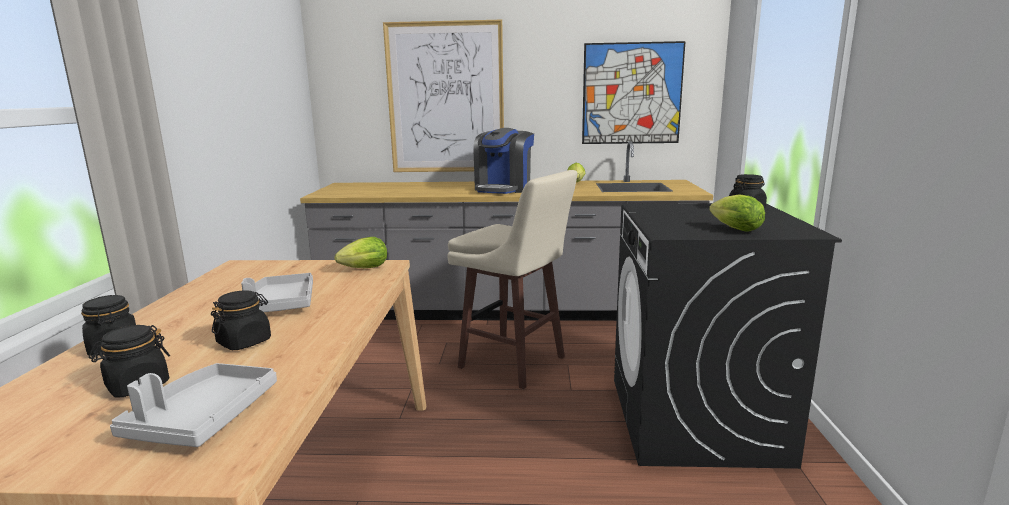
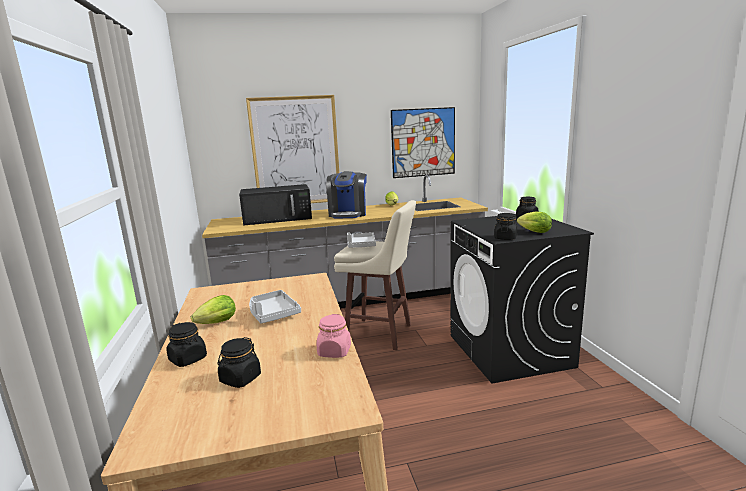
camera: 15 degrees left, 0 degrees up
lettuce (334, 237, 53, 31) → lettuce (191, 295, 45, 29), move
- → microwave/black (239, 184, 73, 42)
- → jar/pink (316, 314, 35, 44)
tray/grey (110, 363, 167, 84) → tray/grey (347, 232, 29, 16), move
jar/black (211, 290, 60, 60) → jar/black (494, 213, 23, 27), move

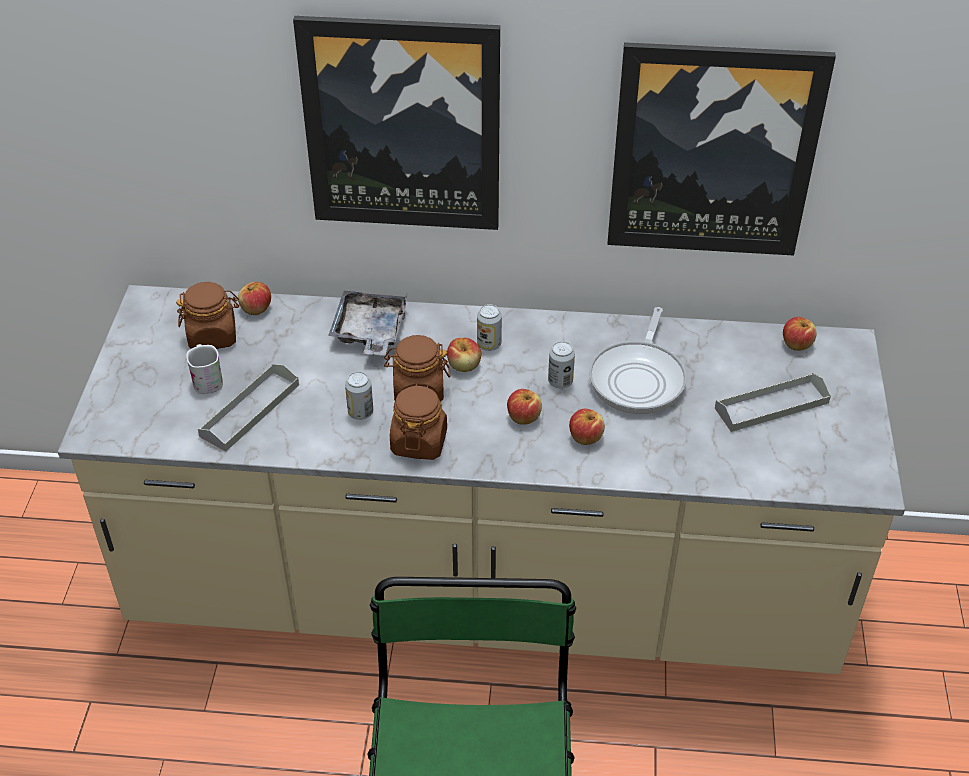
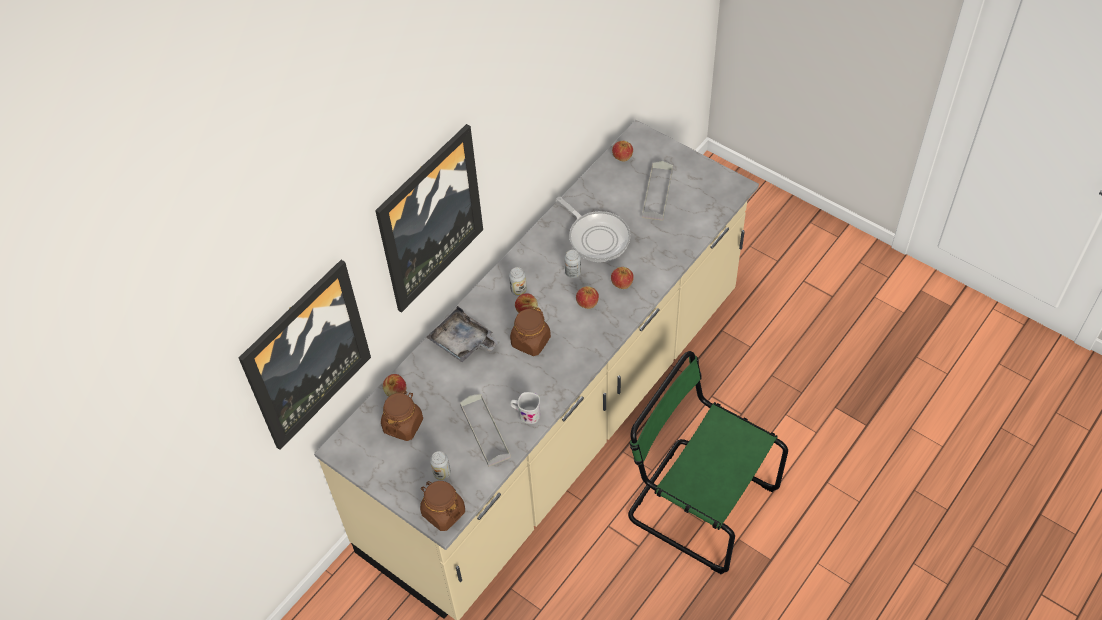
camera: 55 degrees left, 10 degrees up
picture (607, 42, 229, 214) → picture (239, 260, 132, 190), move
jar/brown (390, 384, 57, 76) → jar/brown (420, 481, 45, 50), move
can (345, 372, 28, 48) → can (430, 451, 21, 29), move
mug/white (186, 344, 37, 50) → mug/white (510, 392, 30, 32), move

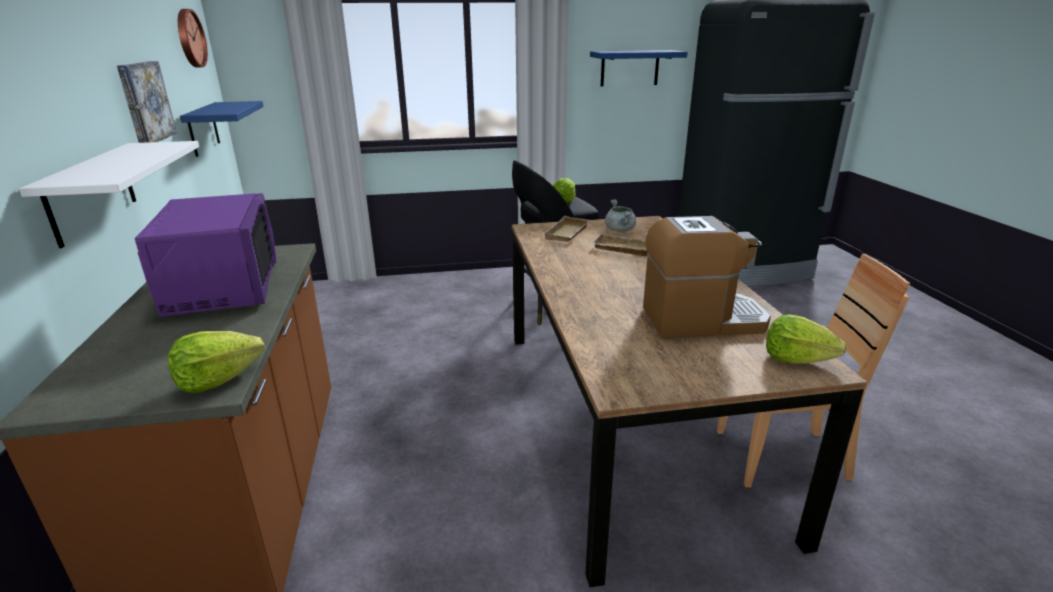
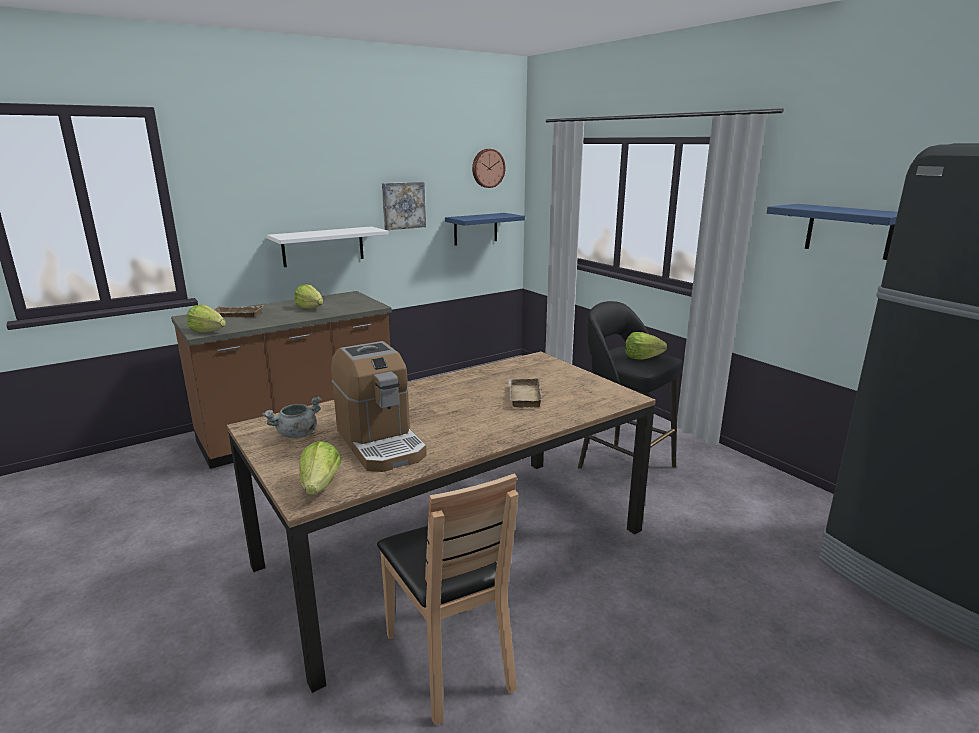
camera: 65 degrees right, 5 degrees down
tray/beige (544, 216, 46, 26) → tray/beige (213, 305, 51, 13), move
cooking pot/grey (605, 199, 31, 33) → cooking pot/grey (262, 396, 60, 43), move
microwave/purple (135, 193, 142, 124) → lettuce (294, 284, 29, 25)

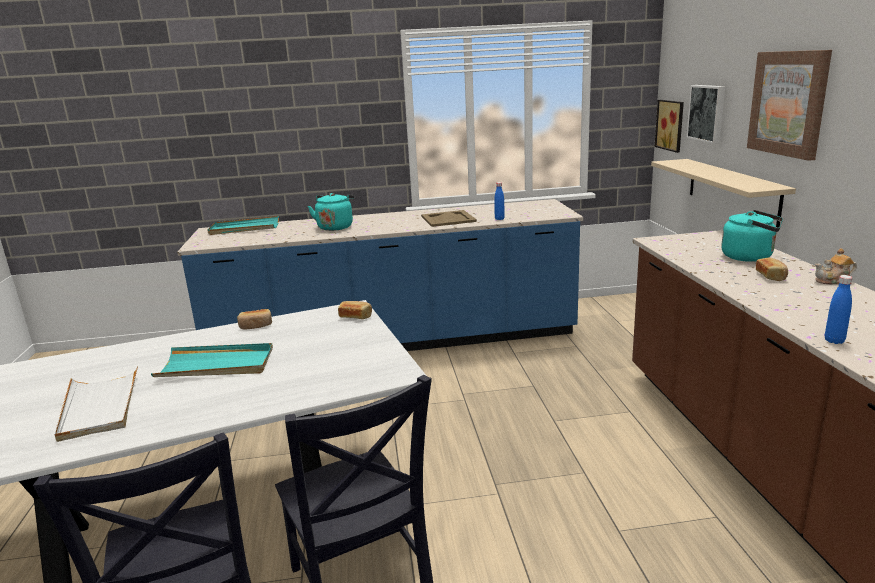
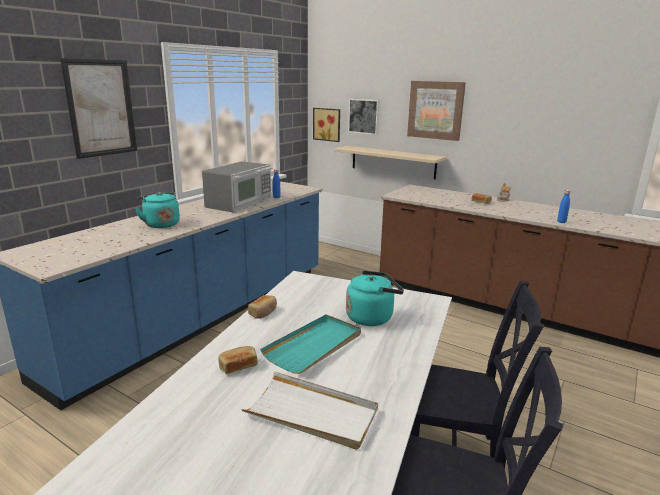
camera: 50 degrees left, 0 degrees up
- → picture (60, 58, 77, 101)
tray/beige (421, 210, 56, 17) → microwave (202, 161, 70, 52)
bread (338, 301, 34, 18) → bread (218, 346, 40, 28), move
kettle/turquoise (721, 210, 62, 52) → kettle/turquoise (346, 270, 58, 56), move
tray/turquoise (207, 216, 72, 19) → -

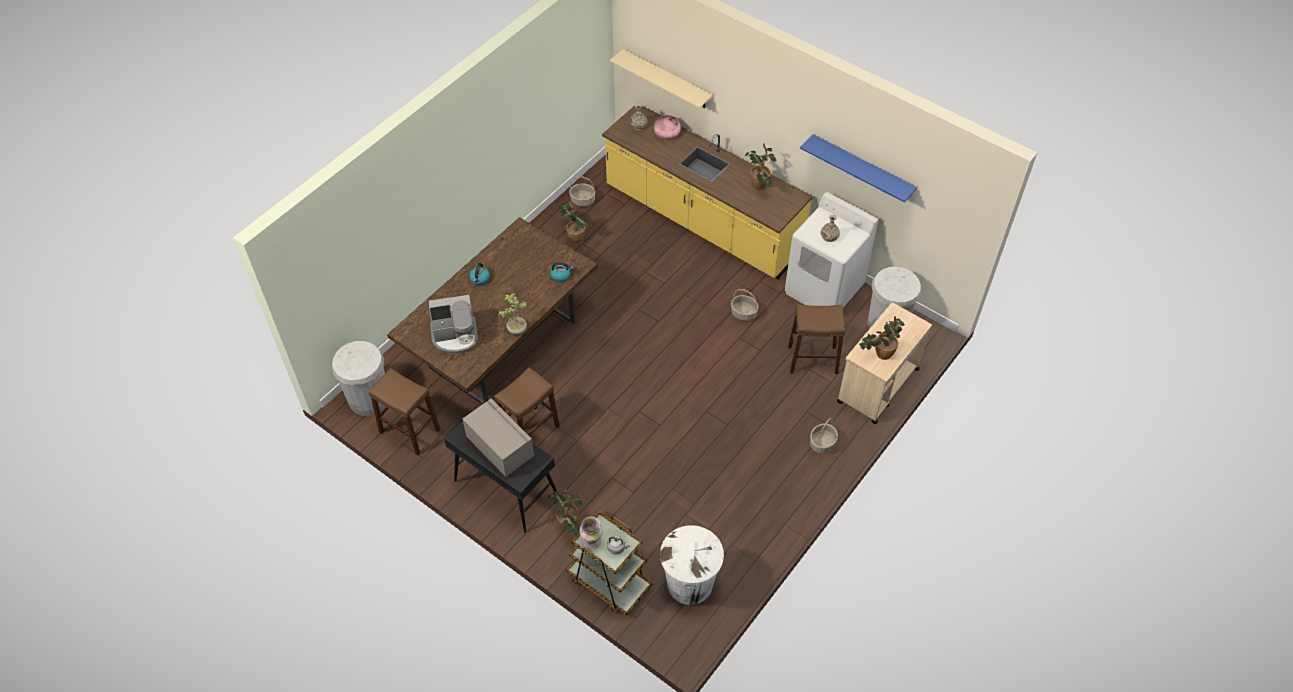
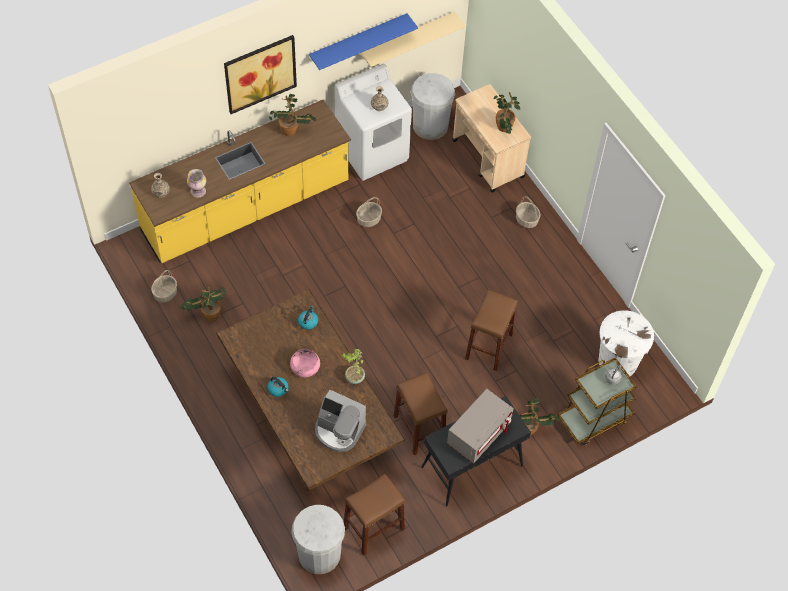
camera: 70 degrees left, 5 degrees up
vase (580, 516, 23, 33) → vase (187, 169, 19, 28), move
- → picture (224, 35, 73, 79)
bowl/pink (654, 115, 27, 24) → bowl/pink (290, 349, 30, 28), move
coffee machine (429, 295, 49, 59) → coffee machine (315, 390, 52, 62), 105 degrees clockwise
shelf/beige (610, 49, 103, 59) → shelf/beige (361, 12, 104, 55), move
microwave/grey (463, 399, 71, 78) → microwave/grey (447, 389, 67, 75), 150 degrees clockwise
stool/brown (788, 304, 57, 70) → stool/brown (465, 290, 53, 81), move

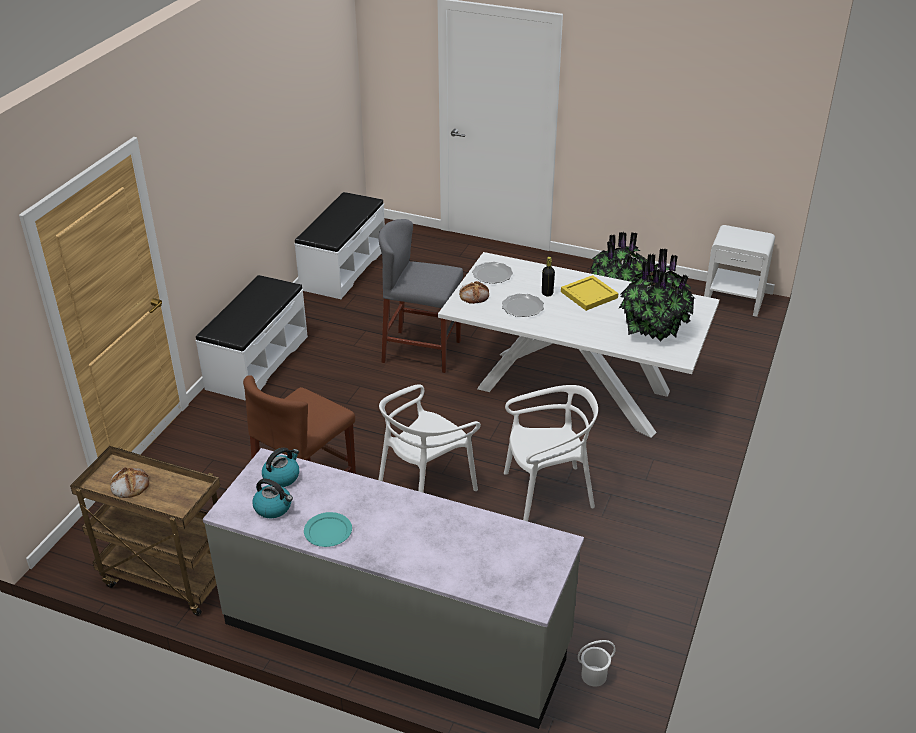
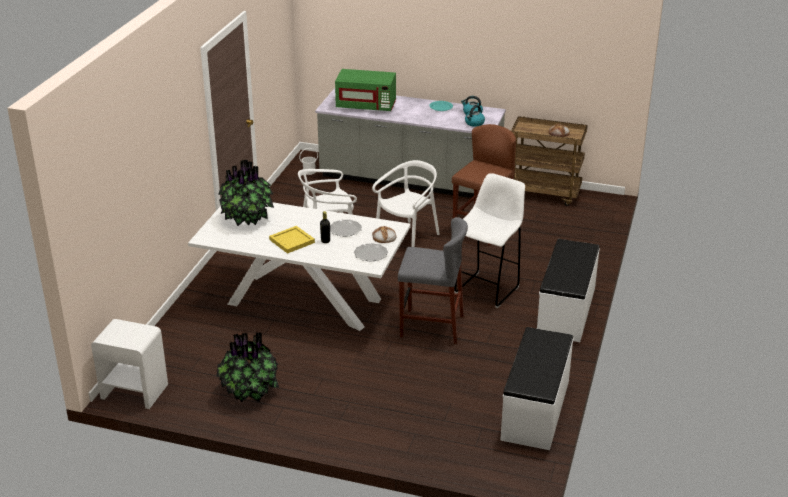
camera: 175 degrees right, 5 degrees down
- → microwave/green (335, 69, 61, 42)
- → stool/white (454, 173, 71, 135)

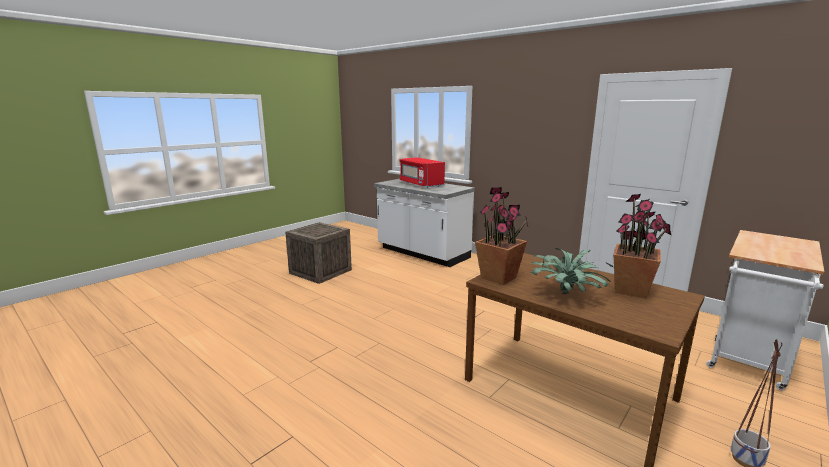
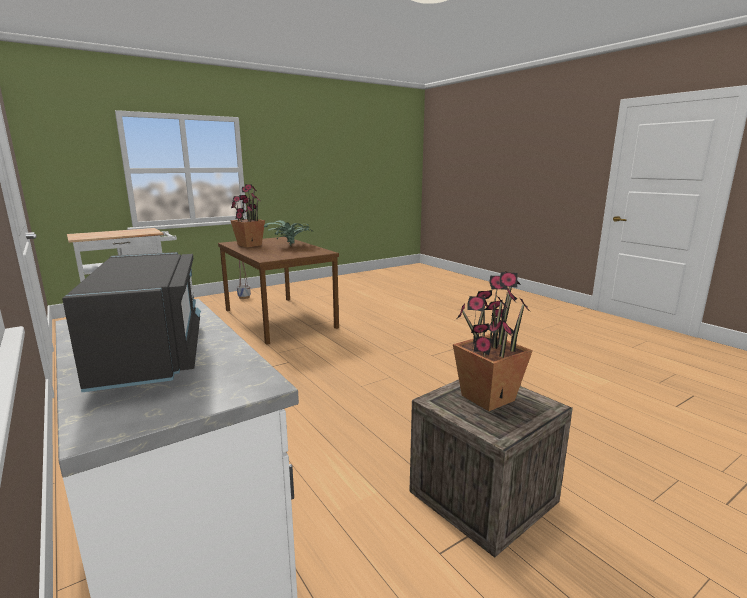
camera: 165 degrees left, 0 degrees up
microwave/red (399, 157, 46, 31) → microwave/black (62, 252, 139, 141)
potted plant (475, 187, 53, 98) → potted plant (453, 271, 80, 140), move

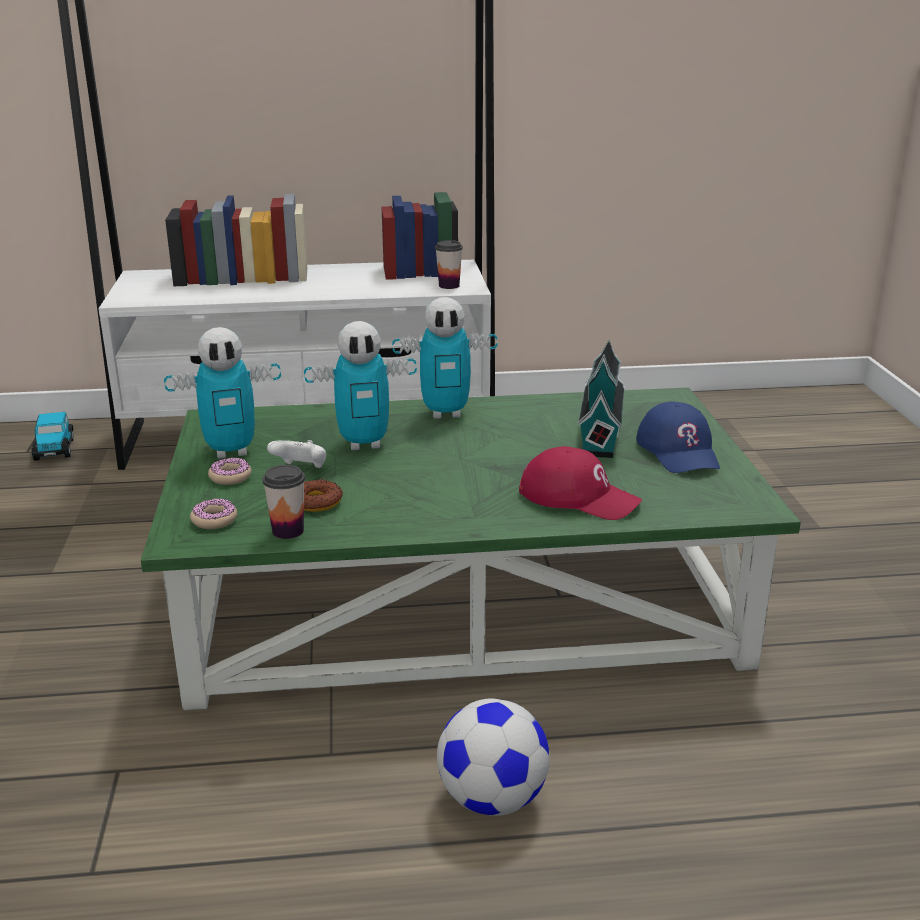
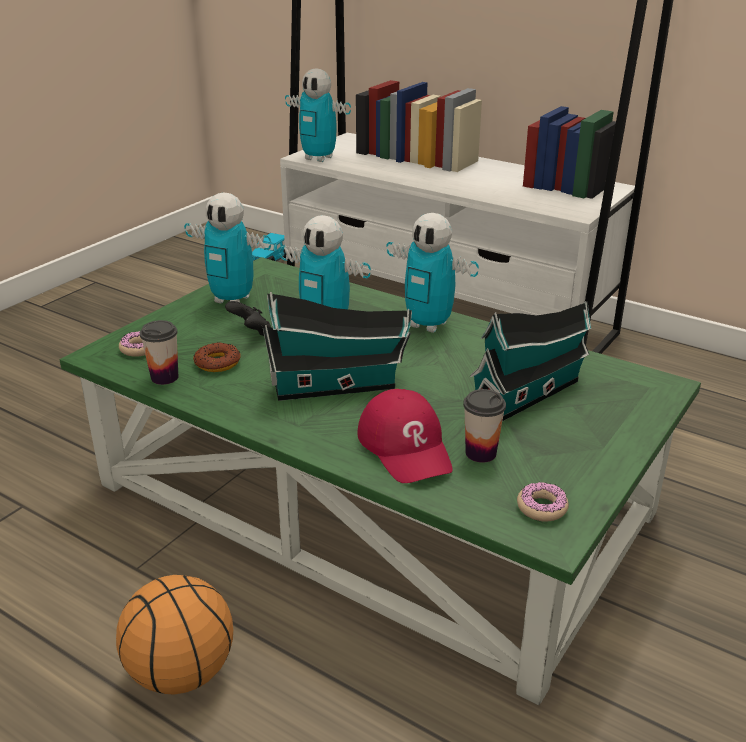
camera: 40 degrees right, 5 degrees up
football (437, 699, 113, 117) → basketball (116, 575, 117, 119)
game controller/white (267, 440, 59, 28) → game controller/black (225, 301, 46, 35)
- → toy house (263, 292, 149, 109)
- → toy robot (285, 68, 66, 94)
cup (435, 240, 28, 49) → cup (463, 389, 43, 74), move
donut (208, 457, 44, 28) → donut (517, 482, 52, 39), move
cap/blue (636, 402, 84, 71) → -

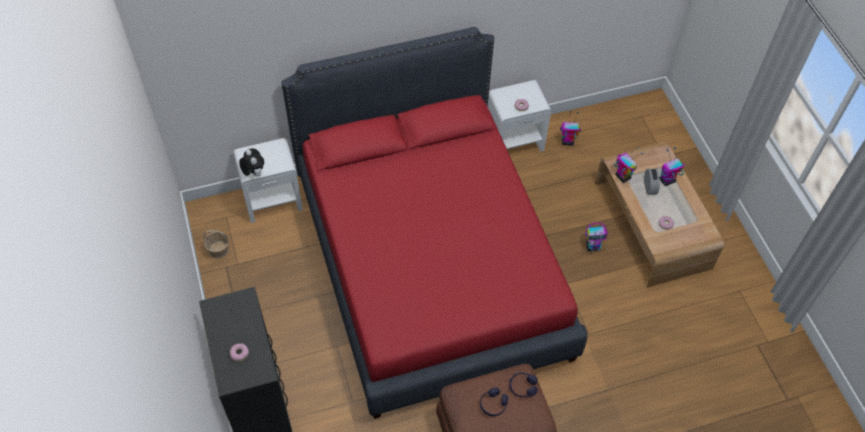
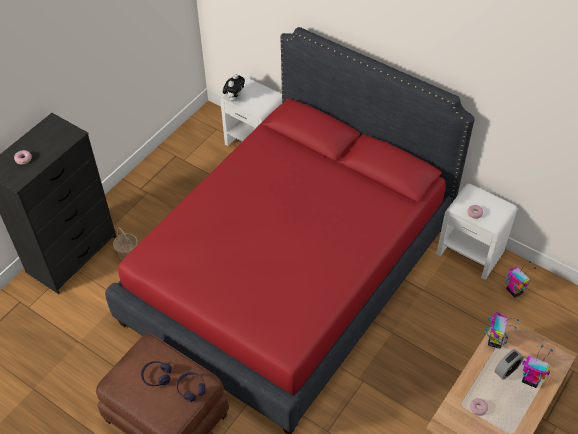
camera: 55 degrees right, 5 degrees down
basket (203, 230, 26, 29) → basket (113, 227, 25, 33), move
toy robot (585, 223, 23, 28) → -

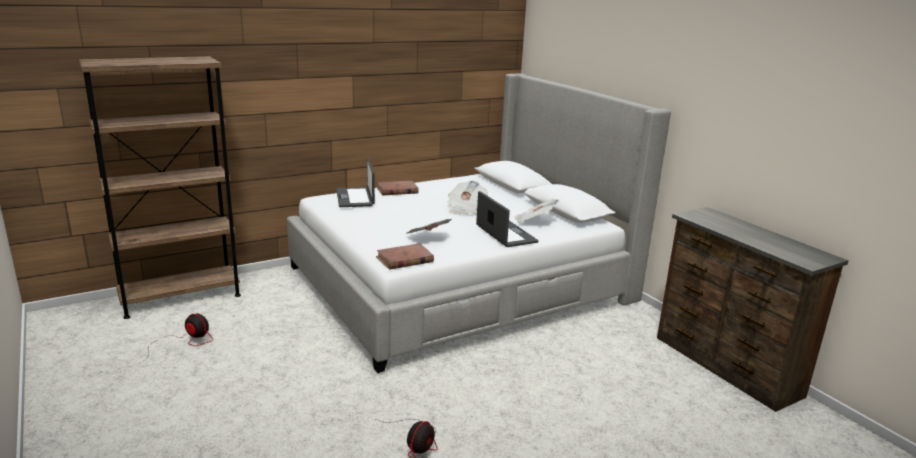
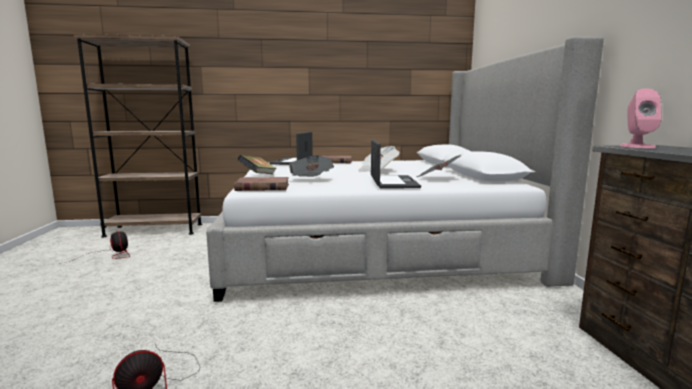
camera: 25 degrees right, 10 degrees down
- → book (238, 155, 39, 19)
- → speaker/pink (620, 89, 42, 59)

